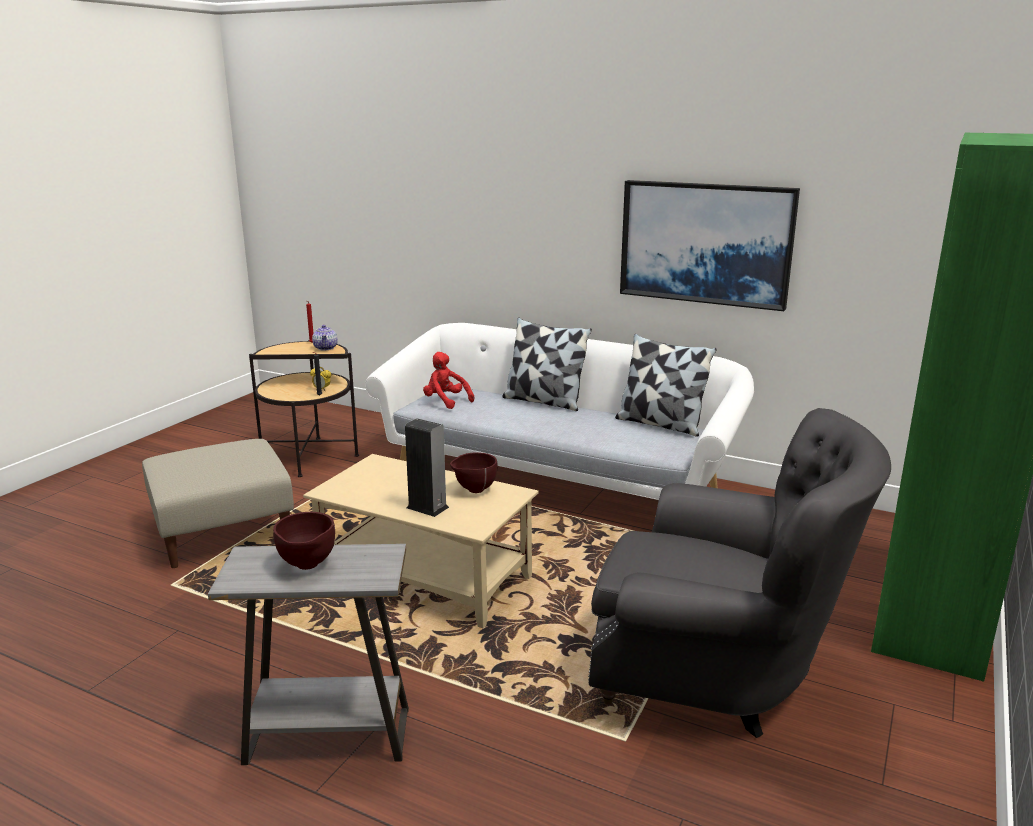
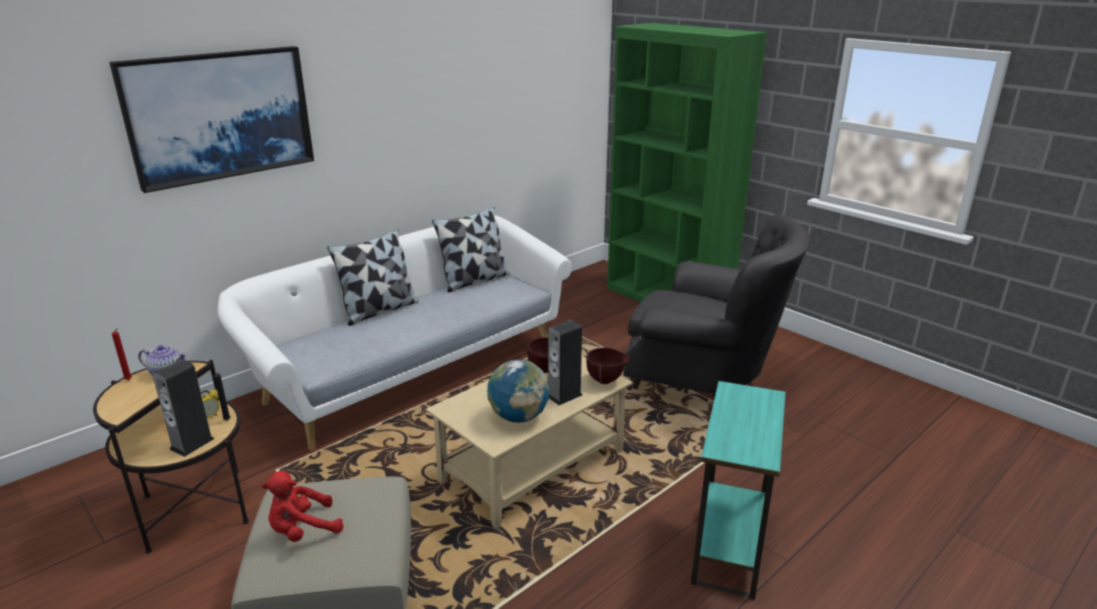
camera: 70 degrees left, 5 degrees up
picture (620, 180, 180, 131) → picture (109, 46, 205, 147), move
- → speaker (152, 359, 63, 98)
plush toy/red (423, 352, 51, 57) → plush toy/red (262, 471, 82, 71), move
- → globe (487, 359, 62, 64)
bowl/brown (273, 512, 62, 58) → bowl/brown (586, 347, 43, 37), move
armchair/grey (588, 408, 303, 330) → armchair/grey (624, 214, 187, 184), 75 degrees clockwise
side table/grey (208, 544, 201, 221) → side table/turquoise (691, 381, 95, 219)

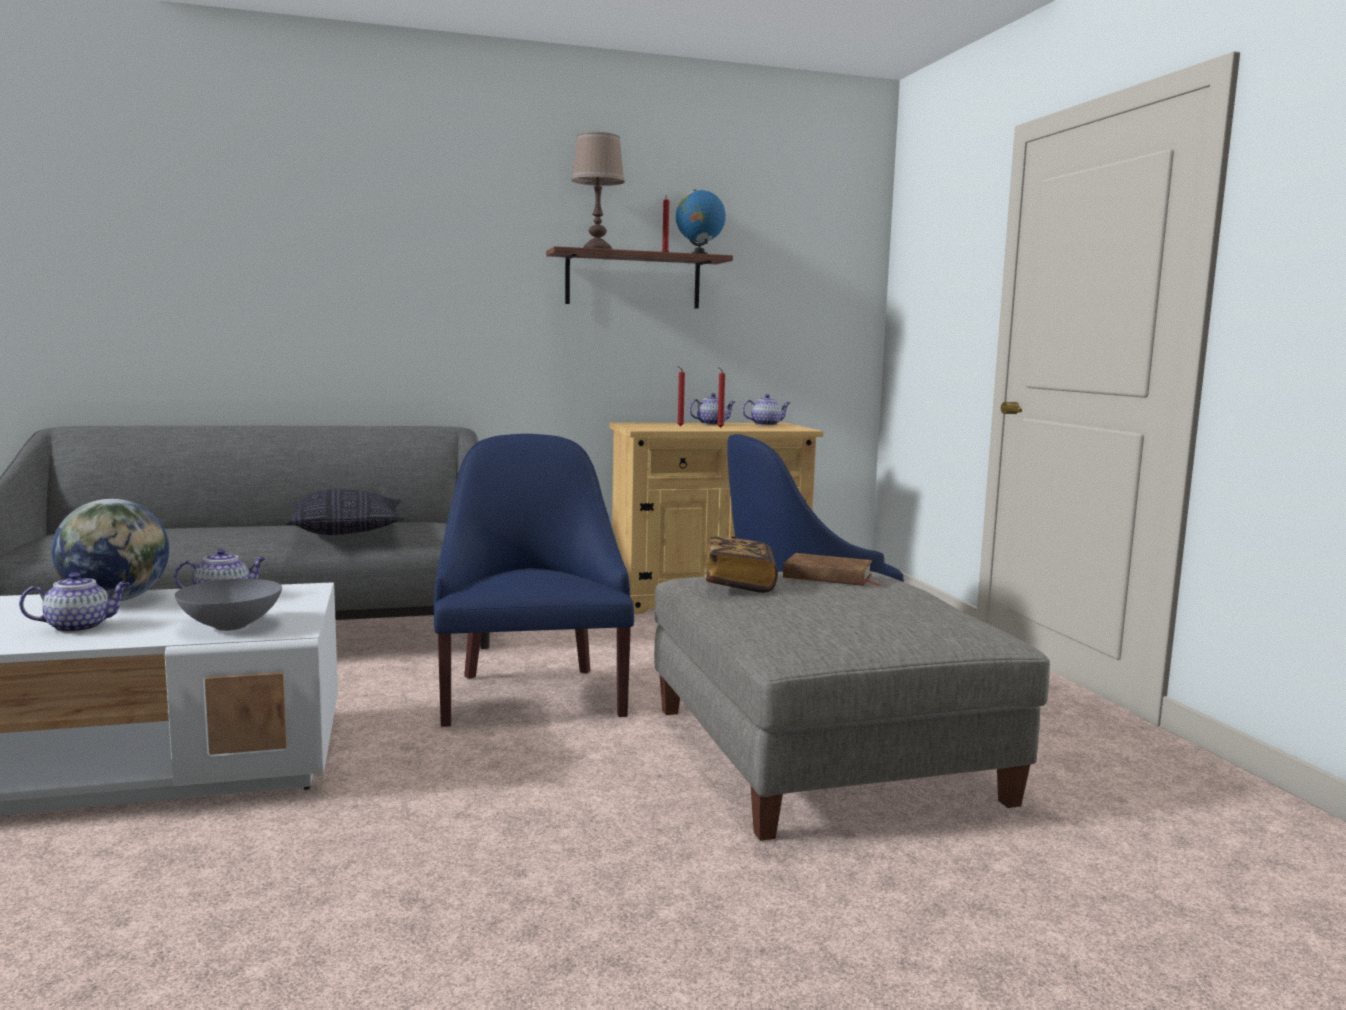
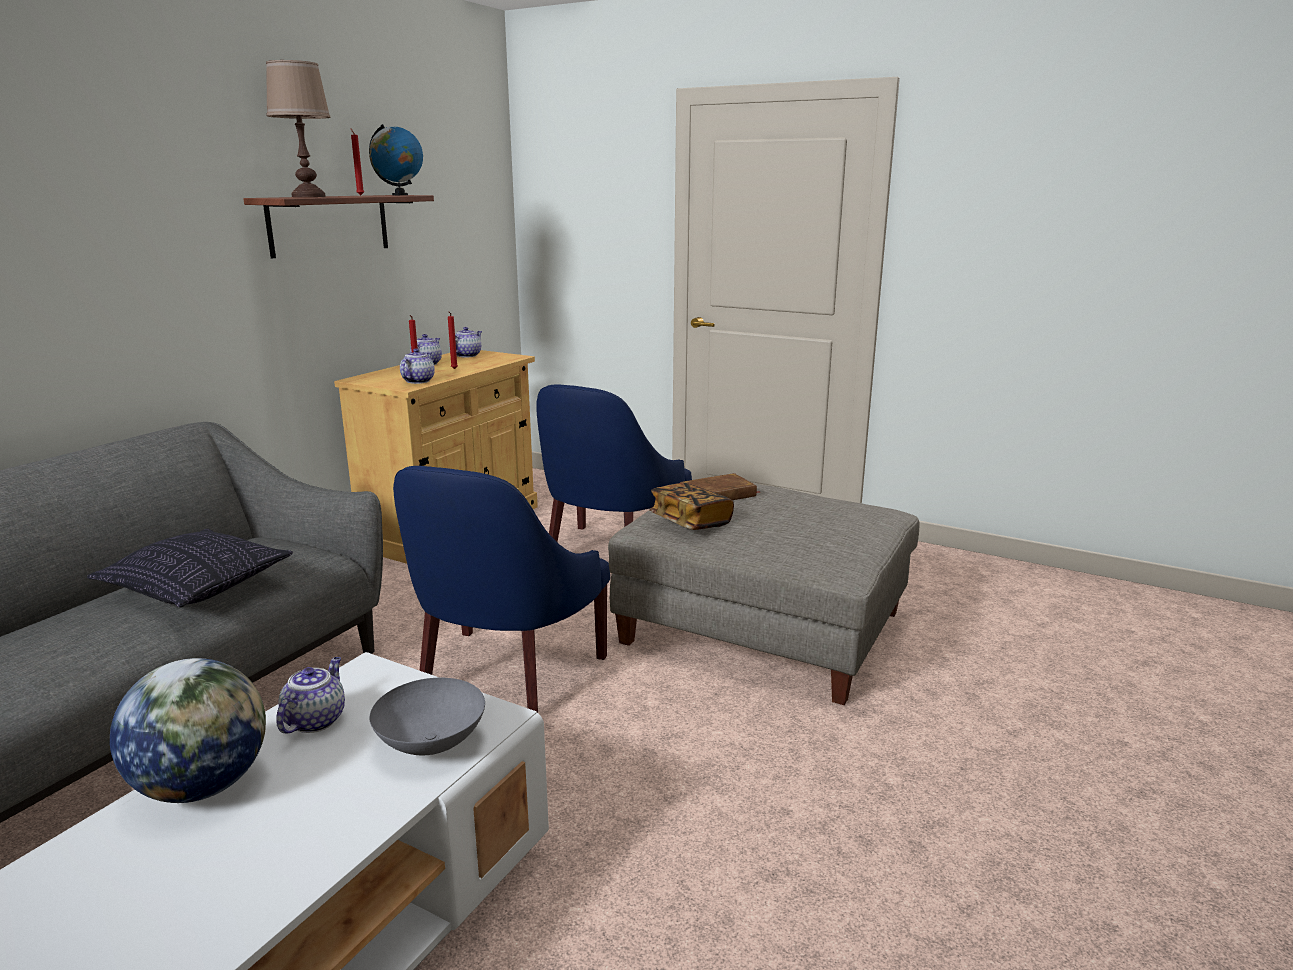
camera: 45 degrees left, 10 degrees up
armchair/blue (434, 434, 200, 293) → armchair/blue (393, 466, 217, 247), 105 degrees counterclockwise
teapot (19, 572, 111, 61) → teapot (400, 349, 35, 35), move

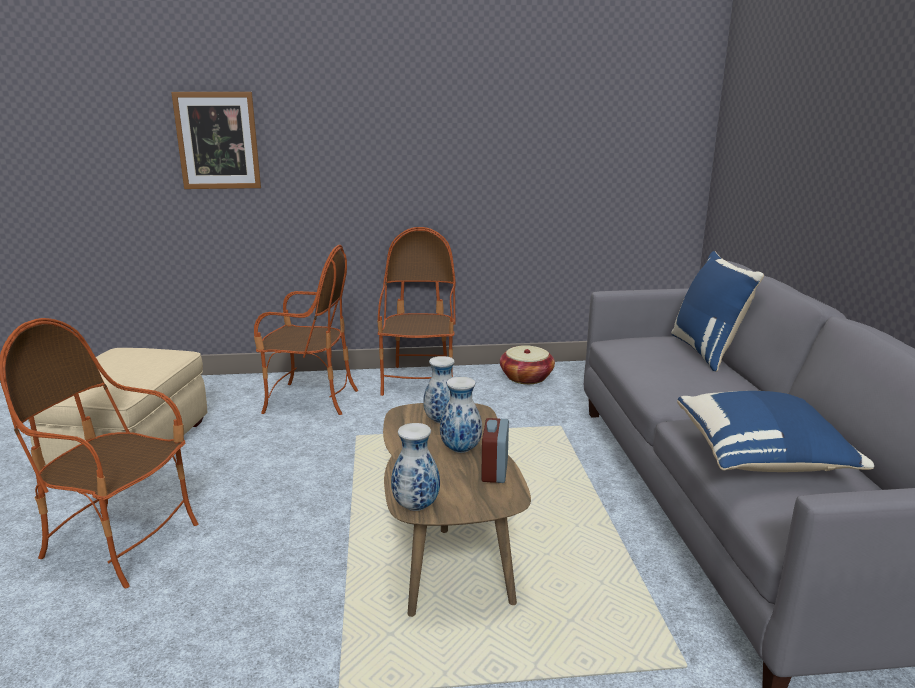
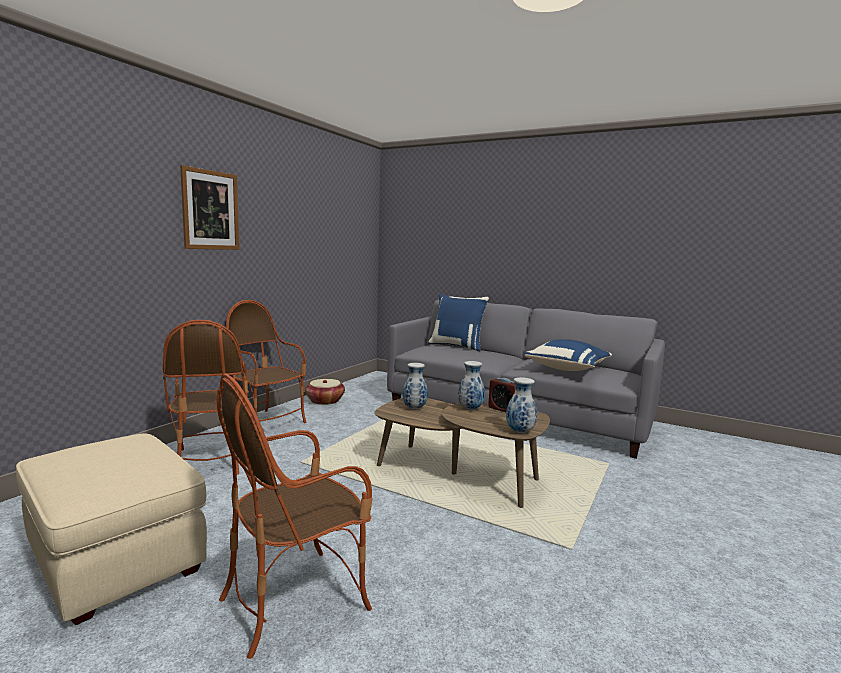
camera: 55 degrees left, 10 degrees down
armchair (254, 245, 104, 170) → armchair (163, 320, 86, 155), 120 degrees clockwise
picture (171, 92, 90, 97) → picture (180, 165, 59, 85), move

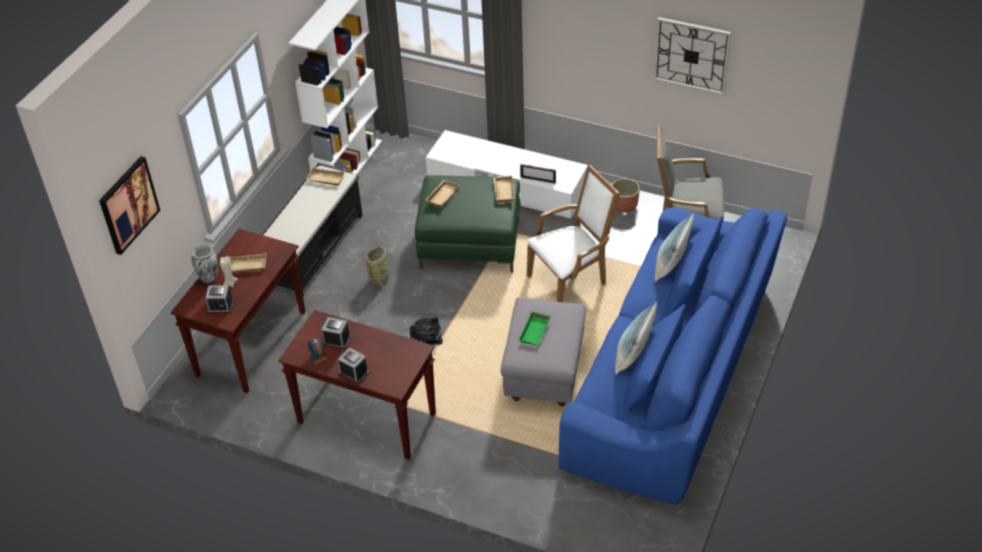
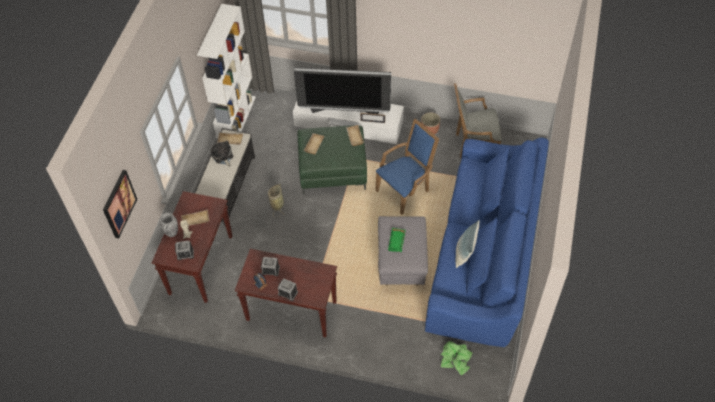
camera: 10 degrees left, 10 degrees up
plush toy (410, 316, 33, 39) → plush toy (210, 141, 23, 25), move
- → television (294, 68, 97, 46)
armchair/white (527, 165, 93, 137) → armchair/blue (375, 118, 64, 97)
- → potted plant (441, 341, 31, 34)
wall clock (654, 17, 77, 78) → -
pillow (655, 213, 39, 68) → -

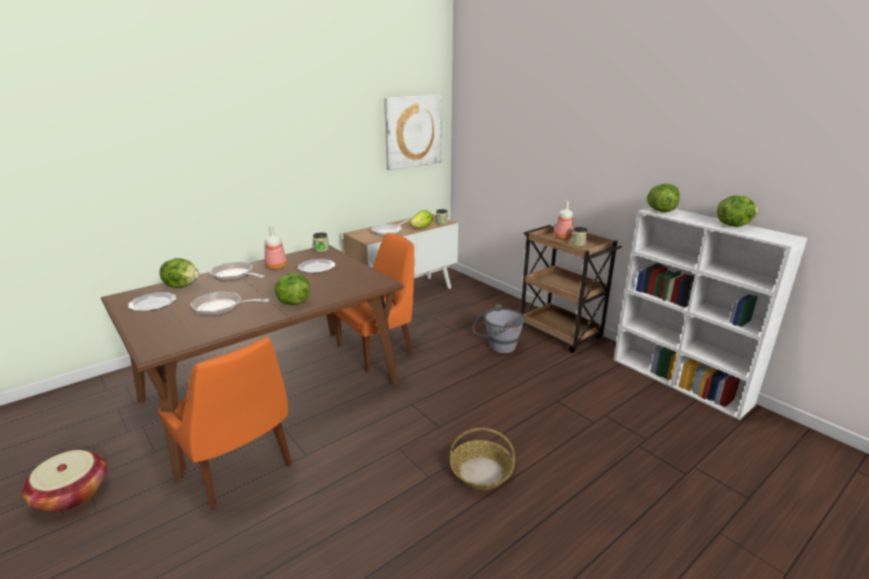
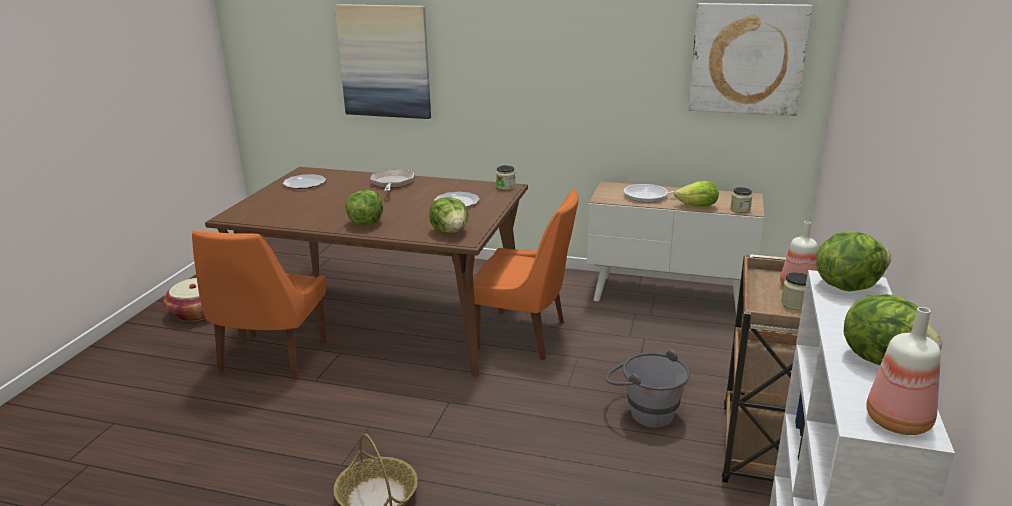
camera: 55 degrees right, 0 degrees up
- → picture (334, 4, 97, 115)
lettuce (159, 258, 41, 30) → lettuce (429, 197, 39, 37), move
bottle (265, 225, 22, 45) → bottle (866, 307, 75, 128), move
frying pan (190, 292, 79, 24) → -

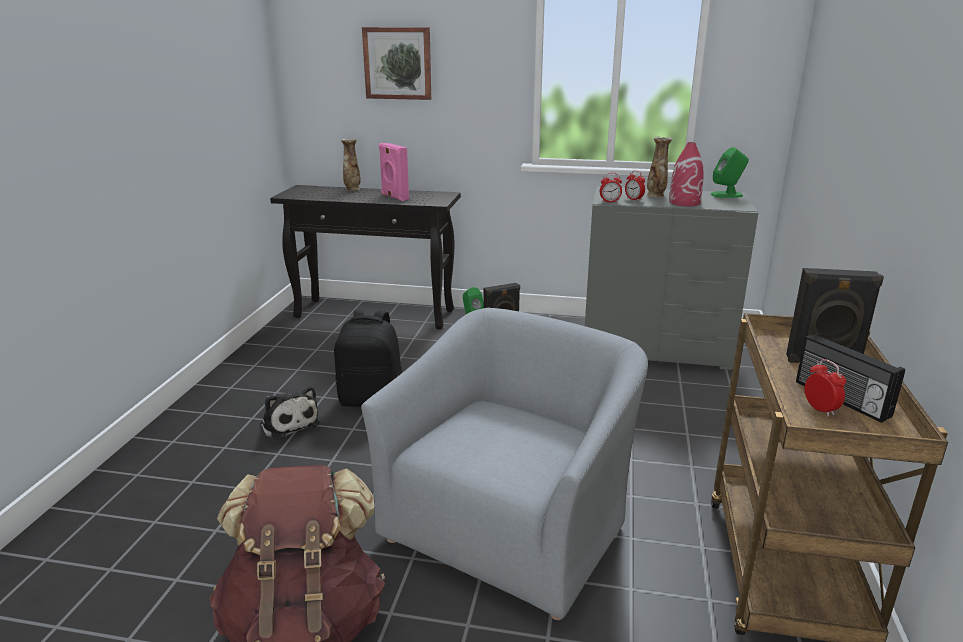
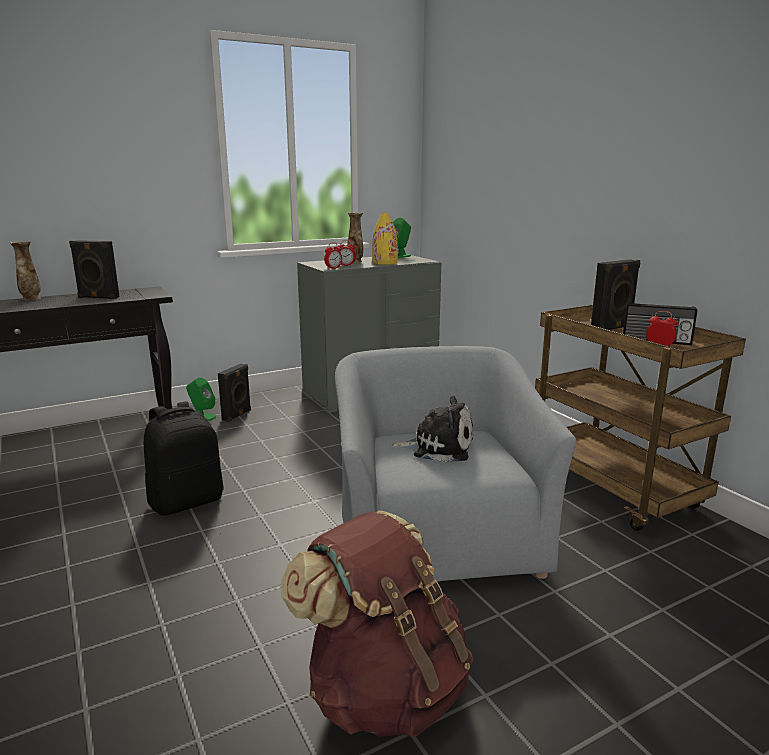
camera: 40 degrees left, 5 degrees down
speaker/pink (379, 143, 30, 58) → speaker/black (69, 240, 51, 59)
vase/red (669, 142, 35, 64) → vase/yellow (372, 213, 26, 52)
plush toy (260, 386, 60, 54) → plush toy (391, 396, 82, 67), move
picture (362, 27, 69, 73) → -

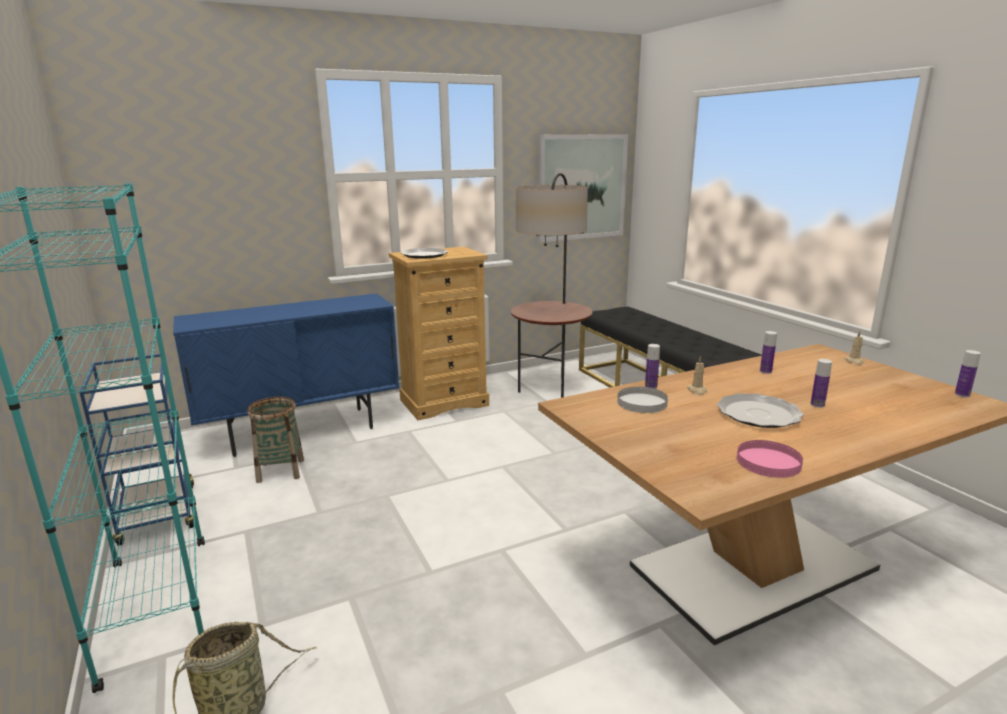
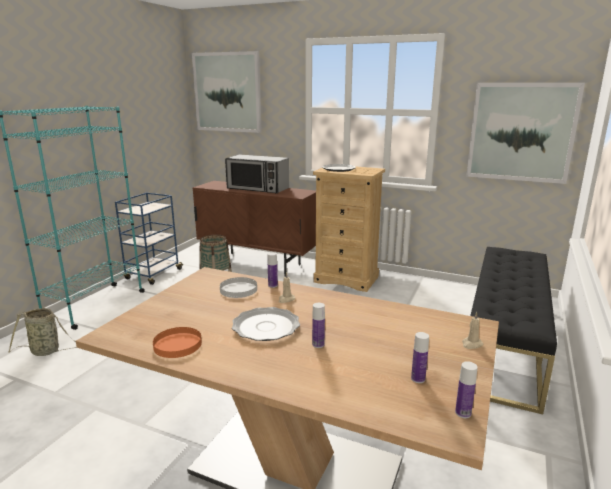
camera: 50 degrees right, 0 degrees up
plate/pink (737, 440, 66, 38) → plate/orange (153, 327, 49, 31)
- → picture (192, 51, 70, 82)
cabinet/blue (173, 293, 226, 164) → cabinet/brown (192, 181, 124, 96)
- → microwave (225, 155, 64, 38)
bottle (760, 331, 17, 43) → bottle (411, 332, 18, 51), move
floor lamp (511, 173, 81, 225) → -

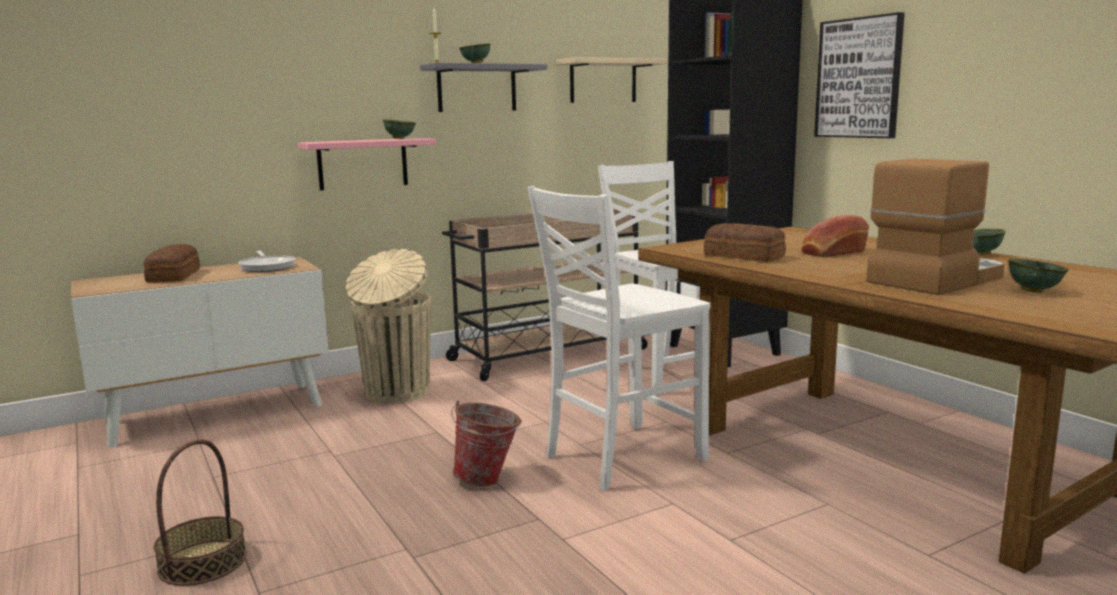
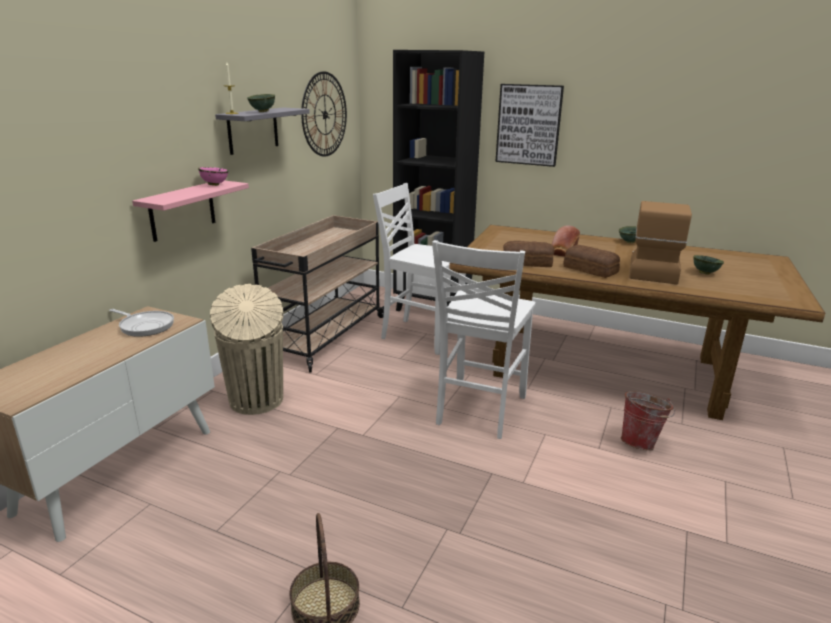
camera: 35 degrees left, 10 degrees up
bowl/green (383, 119, 33, 20) → bowl/pink (198, 167, 31, 19)
shelf/beige (557, 57, 111, 46) → wall clock (301, 71, 46, 86)
bread (144, 244, 56, 39) → bread (563, 245, 57, 33), move
bucket (451, 400, 71, 86) → bucket (621, 391, 54, 59), move

